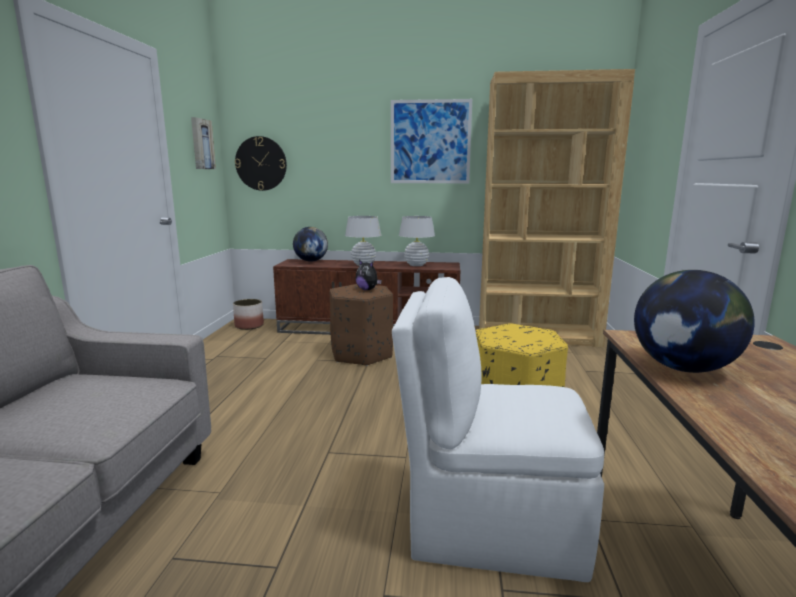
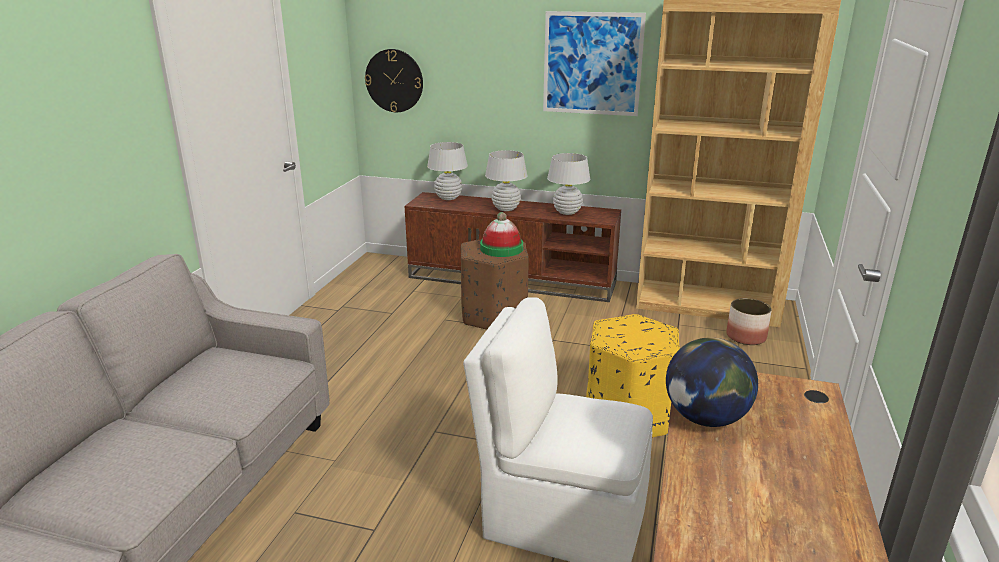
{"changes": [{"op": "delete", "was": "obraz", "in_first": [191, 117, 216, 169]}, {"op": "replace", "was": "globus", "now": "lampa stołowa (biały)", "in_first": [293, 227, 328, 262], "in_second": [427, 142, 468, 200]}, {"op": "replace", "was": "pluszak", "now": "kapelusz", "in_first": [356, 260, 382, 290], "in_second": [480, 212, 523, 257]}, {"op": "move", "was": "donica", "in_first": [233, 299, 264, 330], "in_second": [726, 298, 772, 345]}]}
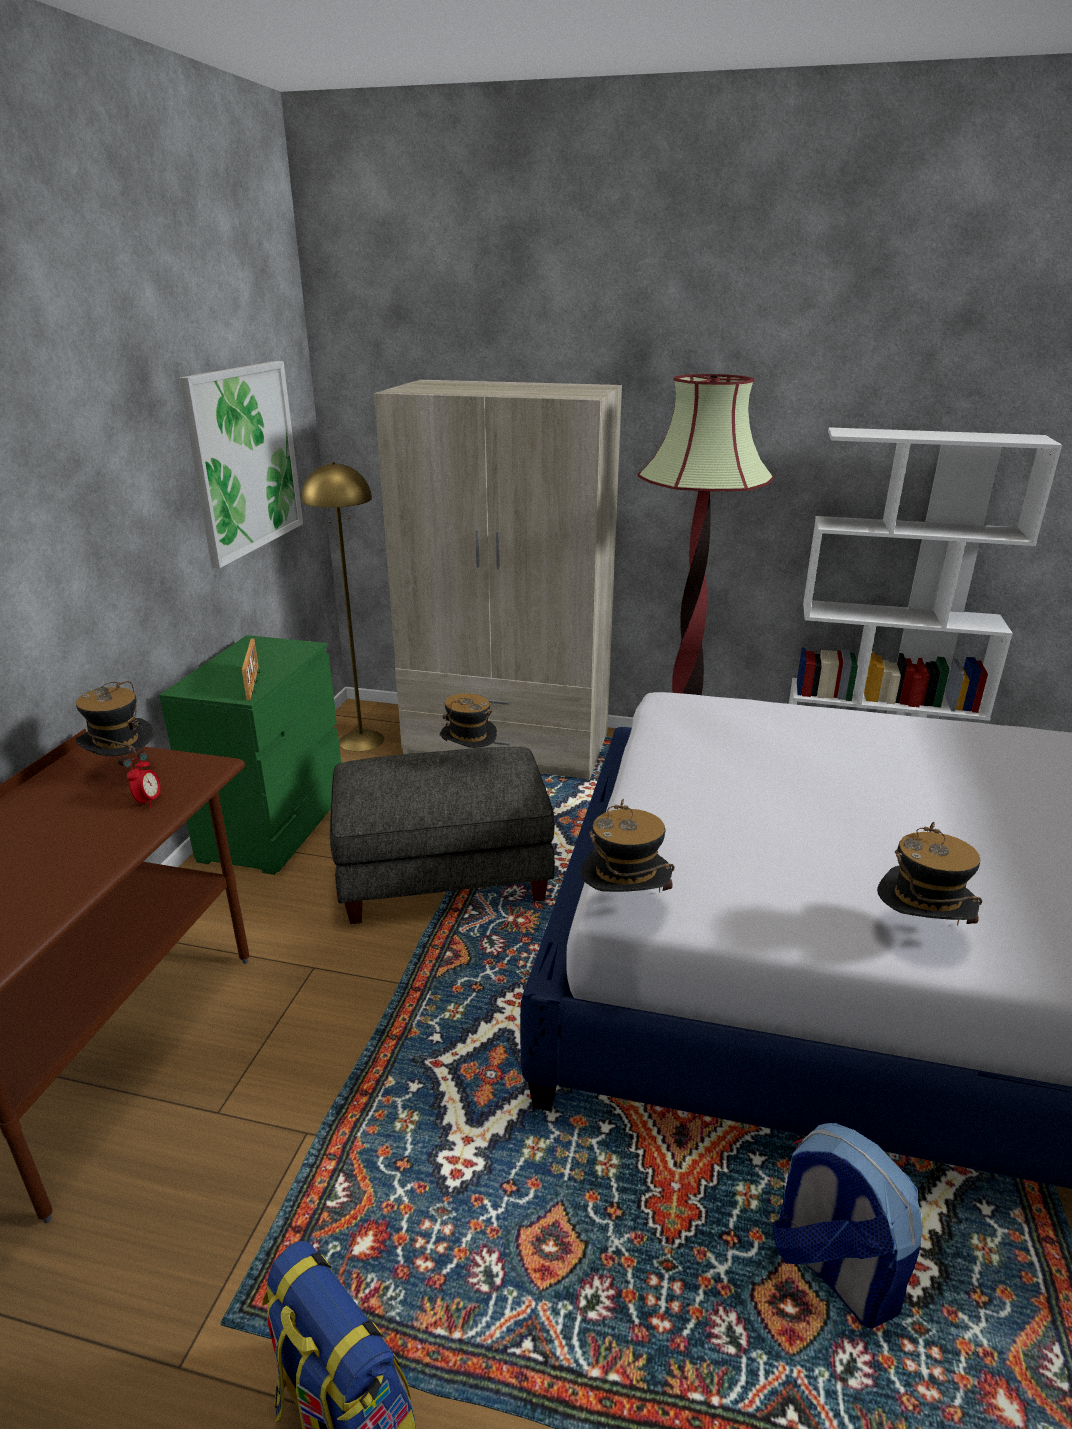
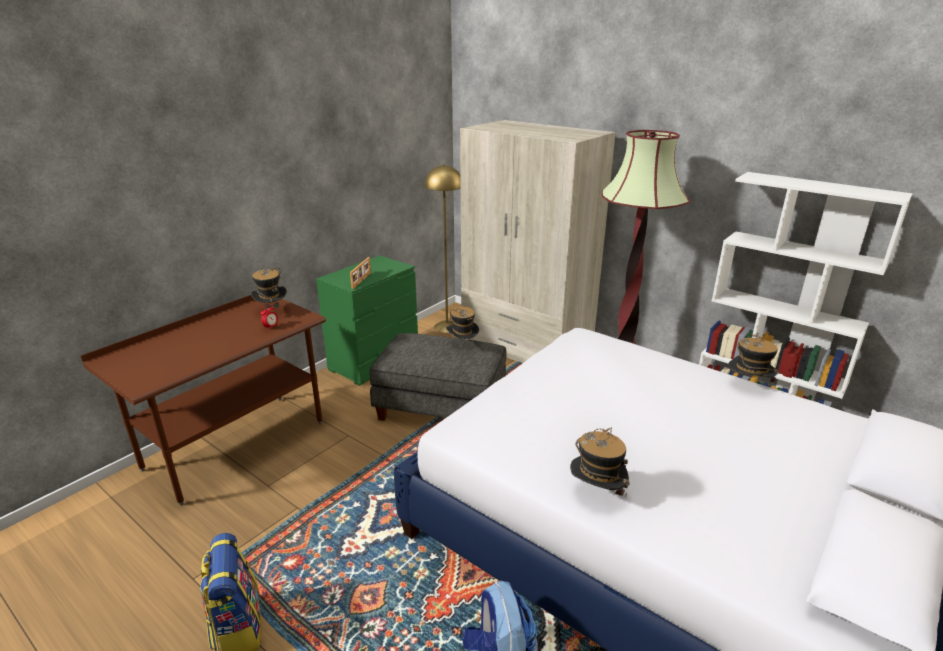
{"changes": [{"op": "delete", "was": "obraz", "in_first": [179, 361, 303, 568]}, {"op": "move", "was": "kapelusz", "in_first": [581, 799, 675, 893], "in_second": [728, 333, 779, 384]}]}
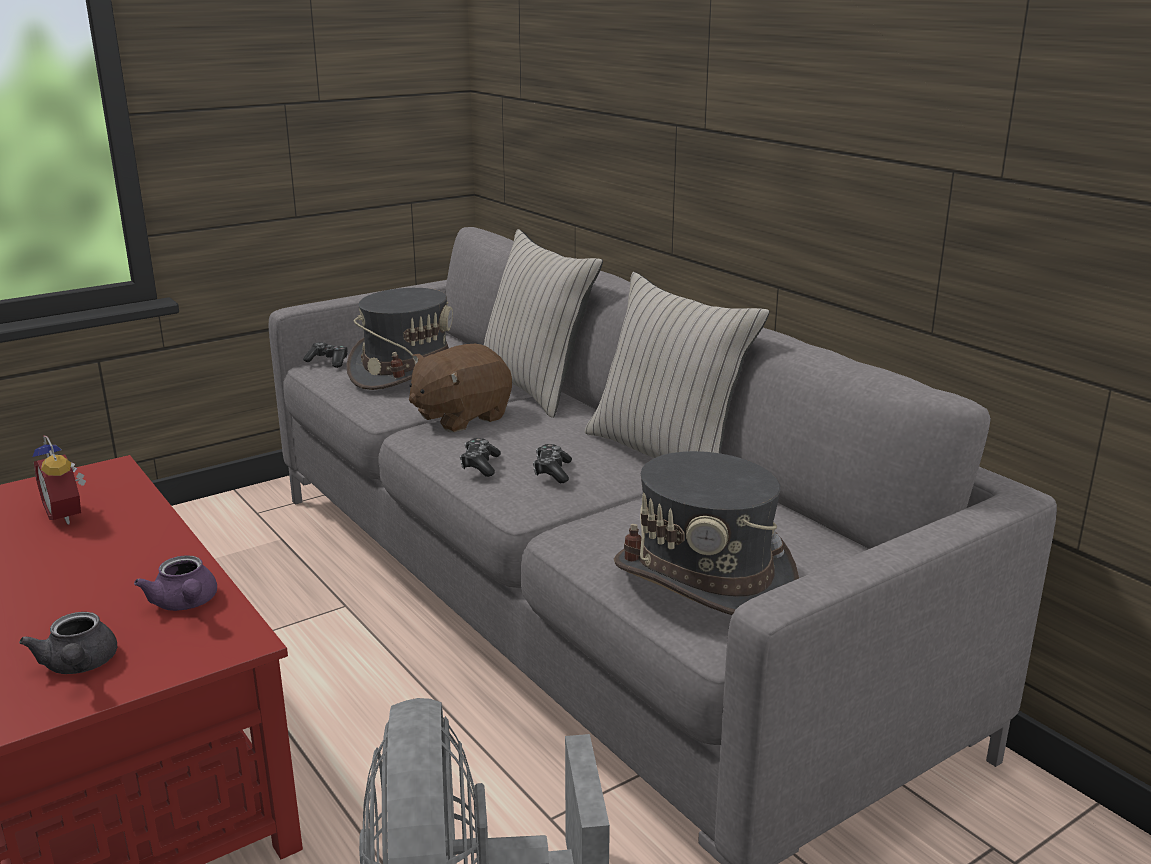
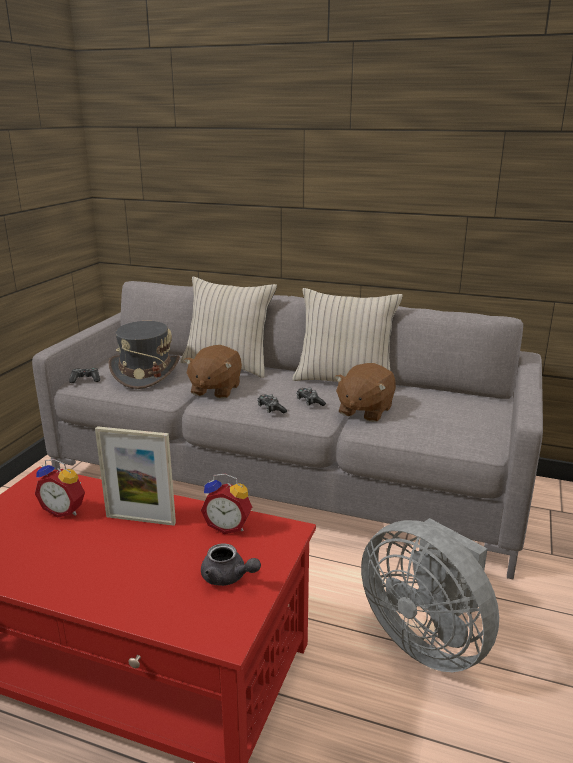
{"changes": [{"op": "delete", "was": "kapelusz (szary)", "in_first": [614, 451, 799, 615]}, {"op": "replace", "was": "imbryk (fioletowy)", "now": "budzik", "in_first": [134, 556, 217, 611], "in_second": [201, 474, 252, 534]}, {"op": "insert", "now": "pluszak (brązowy)", "in_second": [335, 363, 396, 422]}, {"op": "insert", "now": "ramka na zdjęcie", "in_second": [95, 426, 176, 526]}]}
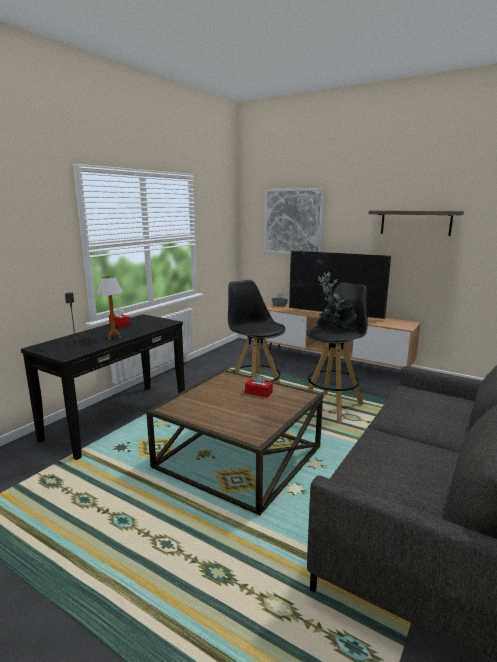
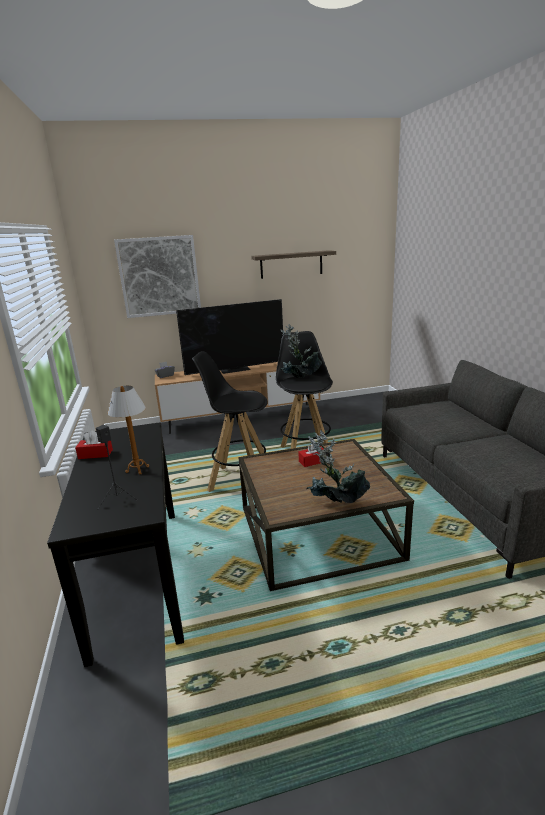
{"changes": [{"op": "insert", "now": "roślina doniczkowa", "in_second": [306, 430, 370, 503]}]}
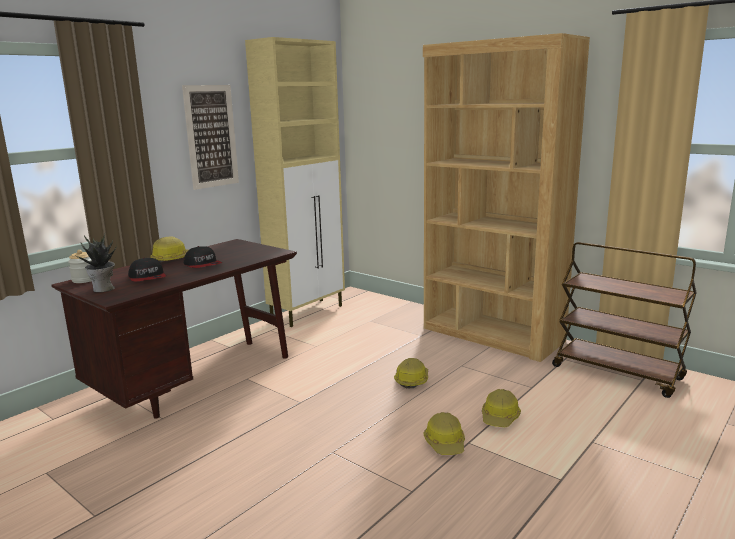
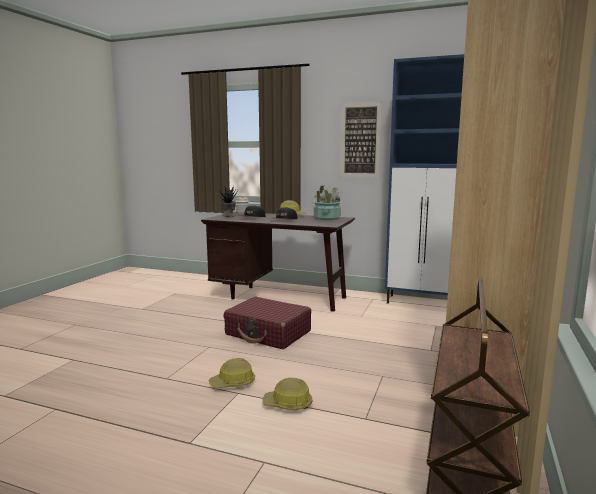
{"changes": [{"op": "recolor", "was": "szafka (beżowy)", "now": "szafka (niebieski)", "in_first": [245, 37, 345, 327], "in_second": [385, 54, 464, 304]}, {"op": "delete", "was": "kask", "in_first": [394, 358, 428, 388]}, {"op": "insert", "now": "roślina doniczkowa", "in_second": [312, 186, 342, 220]}, {"op": "insert", "now": "walizka (czerwony)", "in_second": [224, 297, 311, 349]}]}
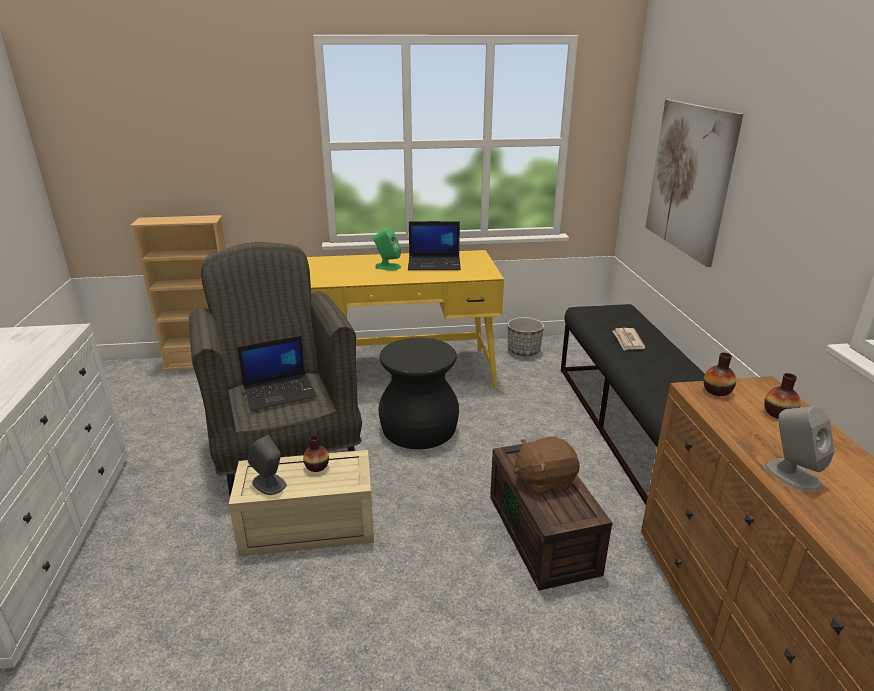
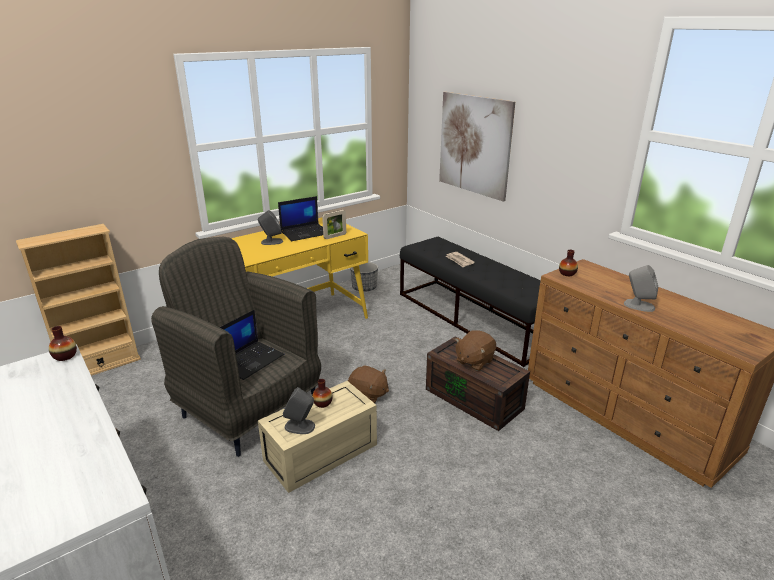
{"changes": [{"op": "recolor", "was": "głośnik (zielony)", "now": "głośnik (szary)", "in_first": [373, 228, 401, 270], "in_second": [258, 210, 283, 245]}, {"op": "delete", "was": "stołek (czarny)", "in_first": [379, 337, 459, 449]}, {"op": "move", "was": "wazon", "in_first": [764, 373, 801, 419], "in_second": [49, 326, 77, 361]}, {"op": "insert", "now": "ramka na zdjęcie", "in_second": [322, 210, 346, 239]}, {"op": "insert", "now": "pluszak (brązowy)", "in_second": [348, 365, 389, 403]}]}
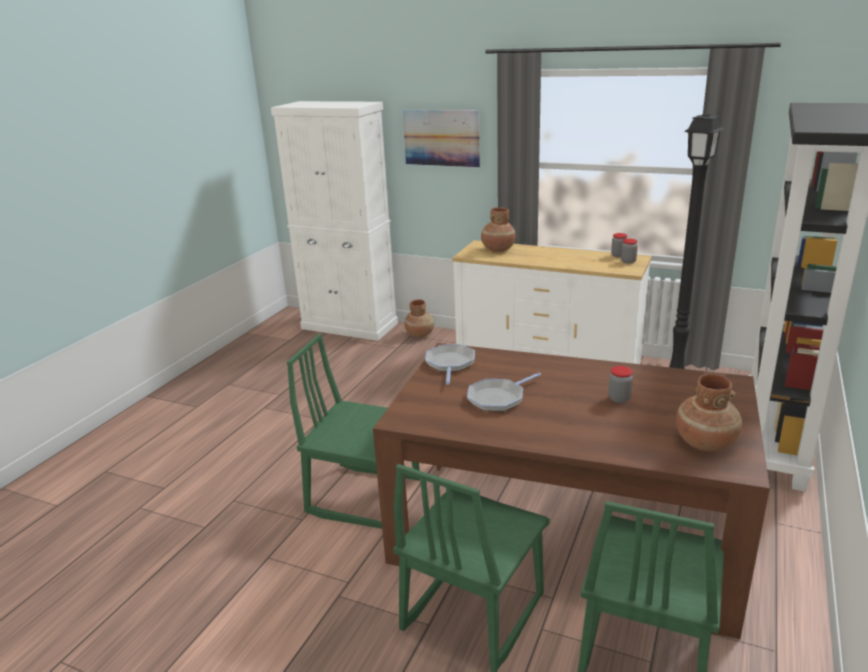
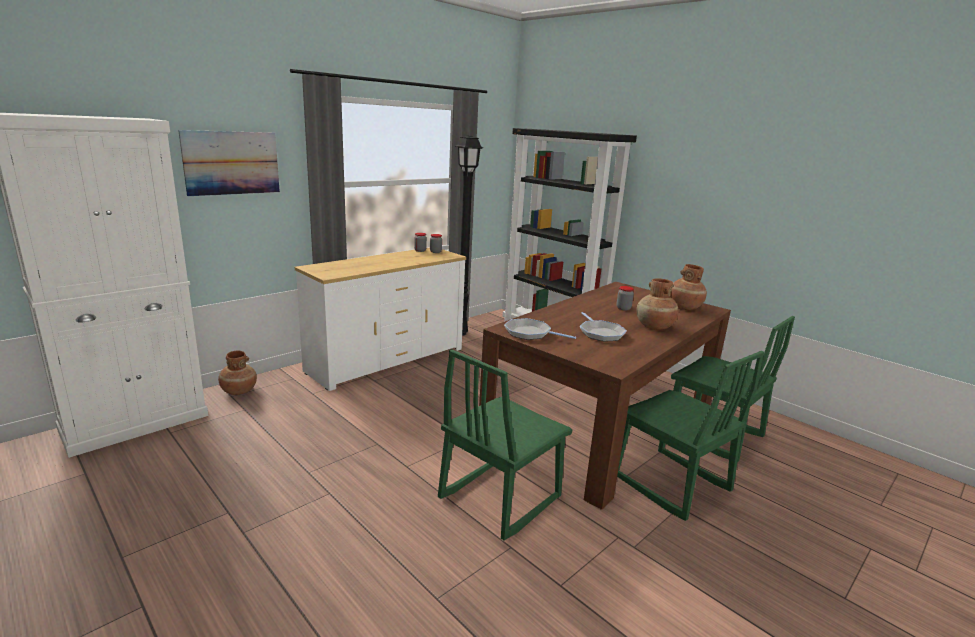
{"changes": [{"op": "move", "was": "wazon (brązowy)", "in_first": [481, 207, 516, 252], "in_second": [636, 278, 679, 330]}]}
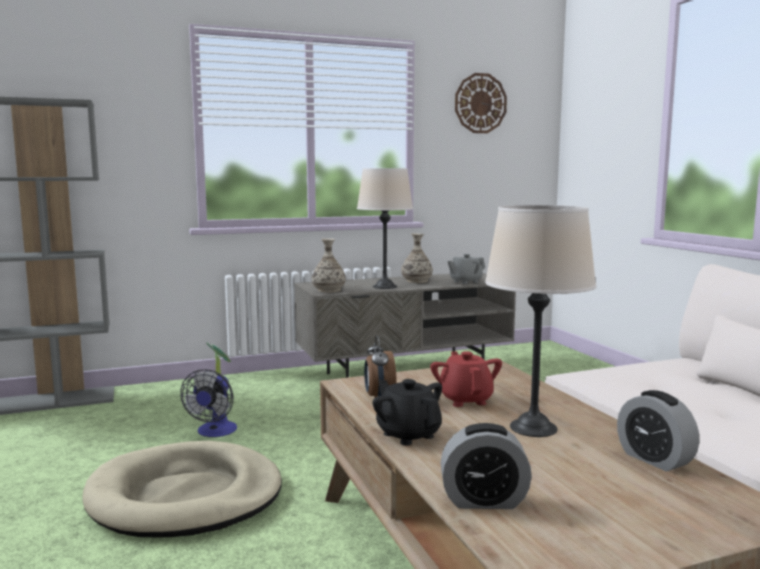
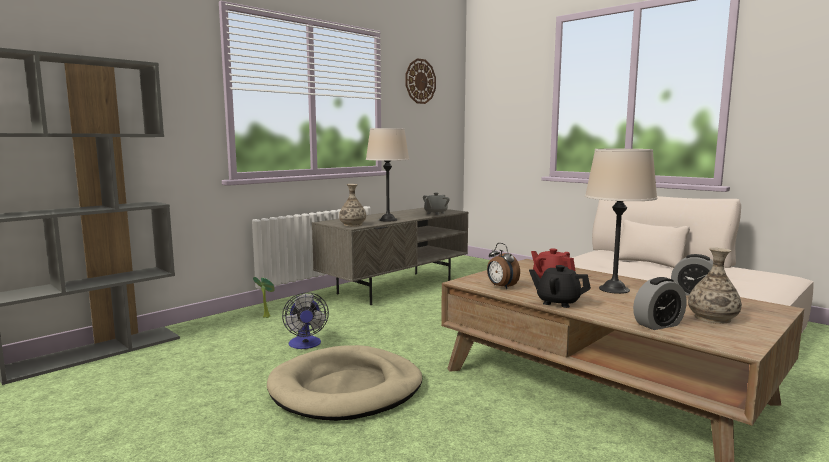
{"changes": [{"op": "move", "was": "wazon", "in_first": [401, 233, 433, 283], "in_second": [688, 247, 742, 324]}]}
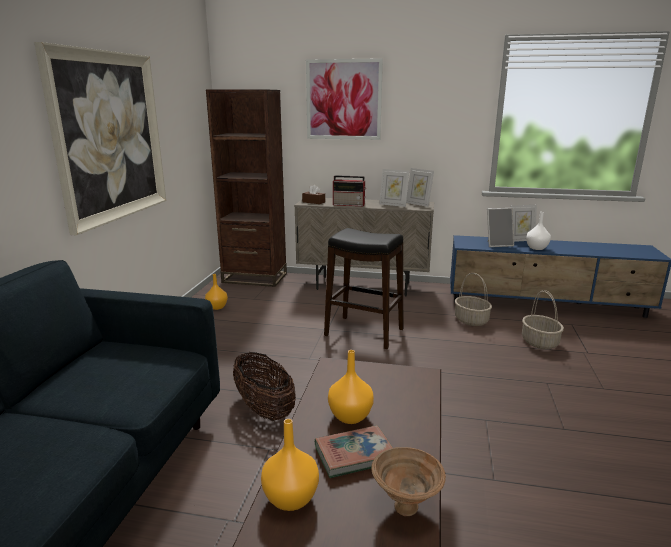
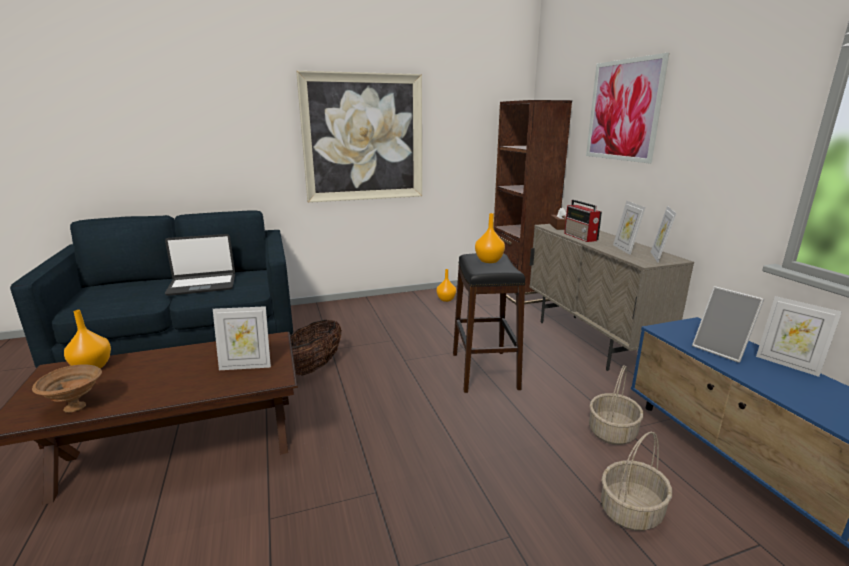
{"changes": [{"op": "delete", "was": "wazon (biały)", "in_first": [526, 212, 551, 250]}, {"op": "move", "was": "wazon (pomarańczowy)", "in_first": [328, 350, 374, 424], "in_second": [475, 213, 505, 263]}, {"op": "delete", "was": "książka", "in_first": [315, 425, 393, 478]}, {"op": "insert", "now": "laptop", "in_second": [165, 234, 235, 296]}, {"op": "insert", "now": "ramka na zdjęcie", "in_second": [213, 306, 271, 370]}]}
